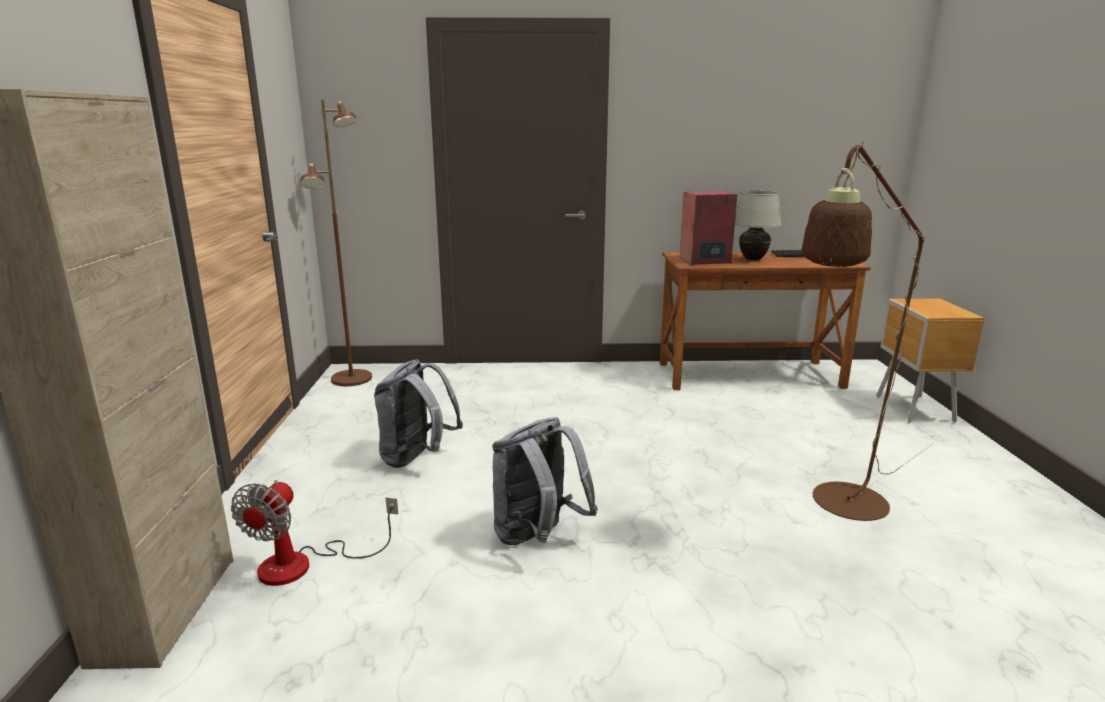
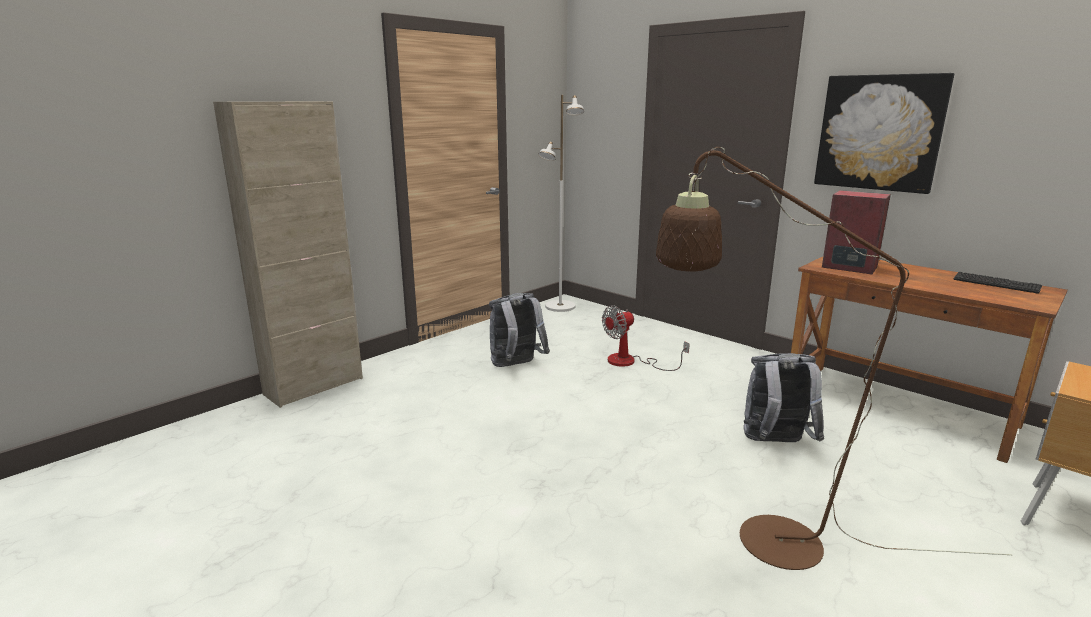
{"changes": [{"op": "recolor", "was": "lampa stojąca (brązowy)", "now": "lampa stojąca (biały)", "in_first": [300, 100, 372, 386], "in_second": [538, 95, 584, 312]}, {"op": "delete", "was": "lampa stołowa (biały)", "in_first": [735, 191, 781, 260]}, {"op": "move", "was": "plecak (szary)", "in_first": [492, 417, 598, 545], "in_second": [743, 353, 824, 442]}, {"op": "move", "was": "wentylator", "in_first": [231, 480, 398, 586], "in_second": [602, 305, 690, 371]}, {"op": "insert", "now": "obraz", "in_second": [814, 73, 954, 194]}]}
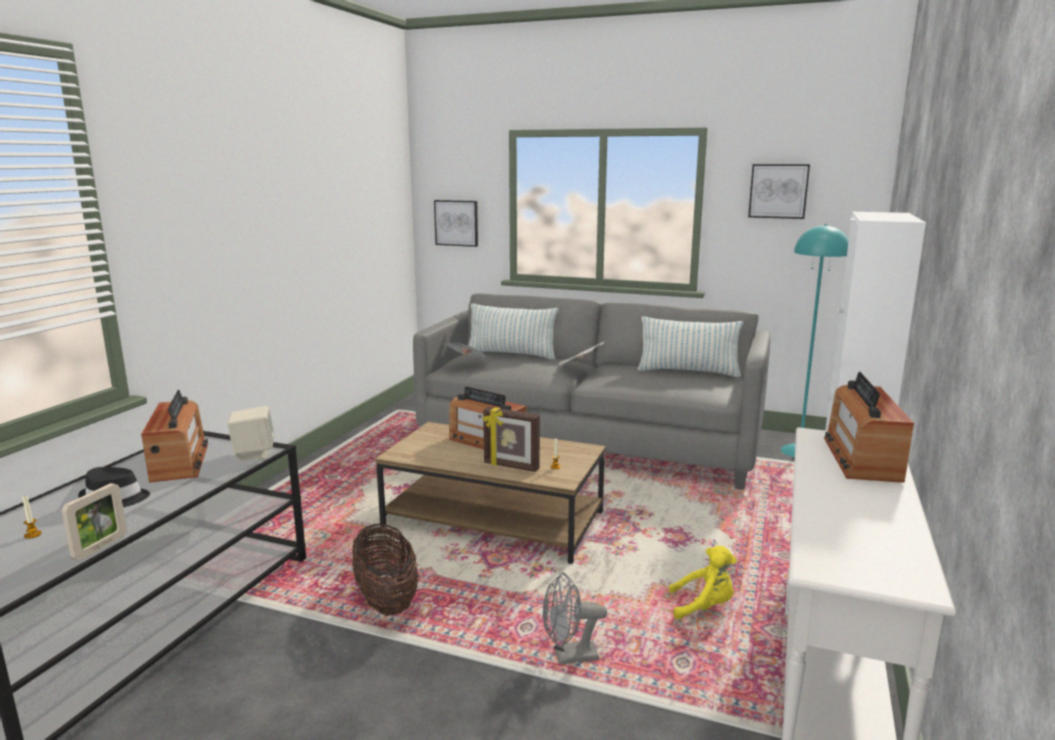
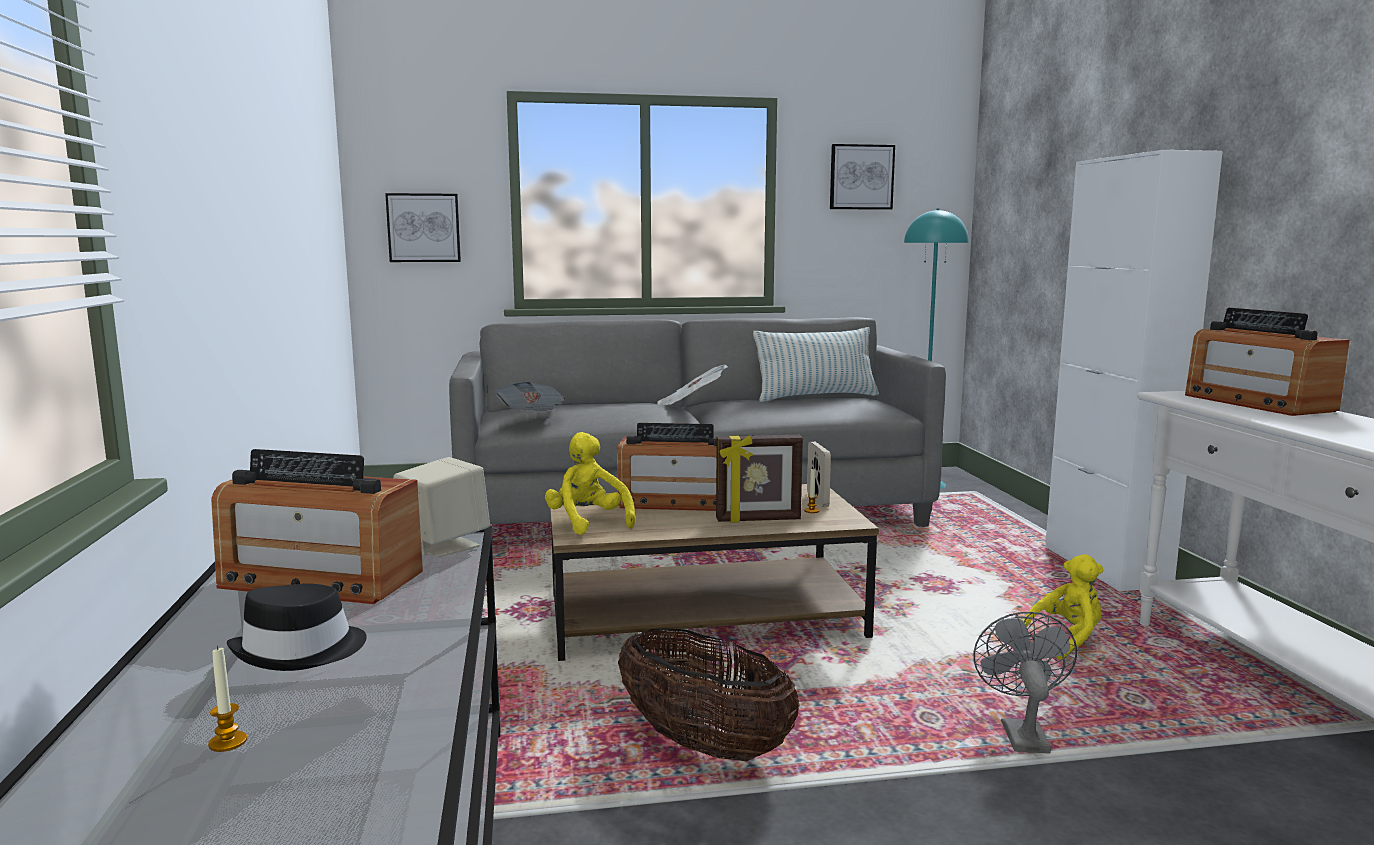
{"changes": [{"op": "delete", "was": "poduszka", "in_first": [468, 303, 558, 359]}, {"op": "rotate", "was": "radio", "in_first": [141, 390, 208, 483], "in_second": [211, 449, 423, 604], "clockwise": 150}, {"op": "move", "was": "ramka na zdjęcie", "in_first": [62, 483, 127, 560], "in_second": [807, 442, 831, 507]}, {"op": "rotate", "was": "wentylator (szary)", "in_first": [543, 573, 607, 664], "in_second": [973, 612, 1077, 754], "clockwise": 135}, {"op": "insert", "now": "pluszak (żółty)", "in_second": [545, 432, 635, 535]}]}
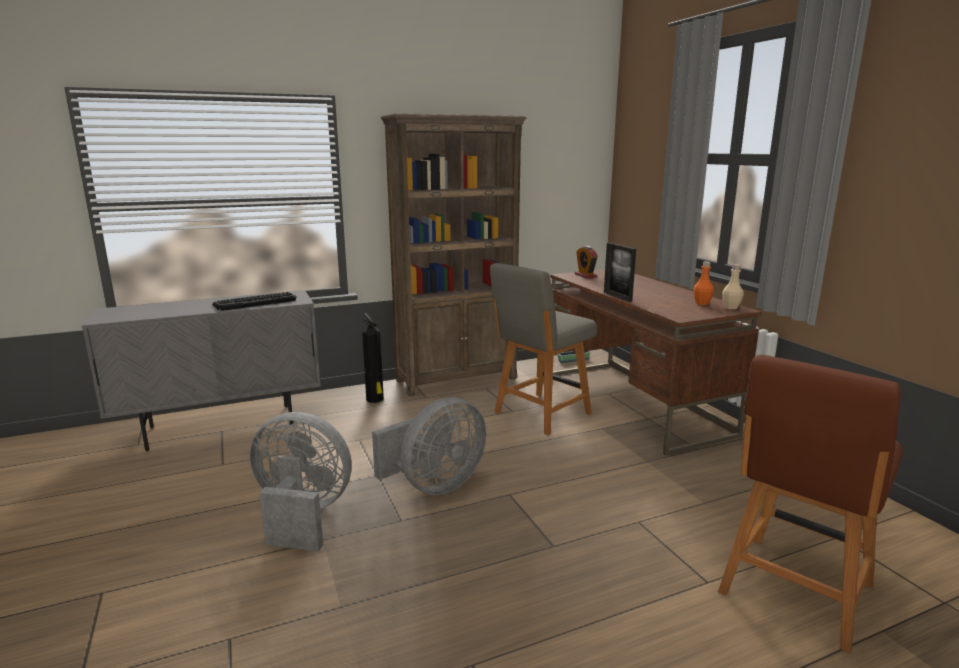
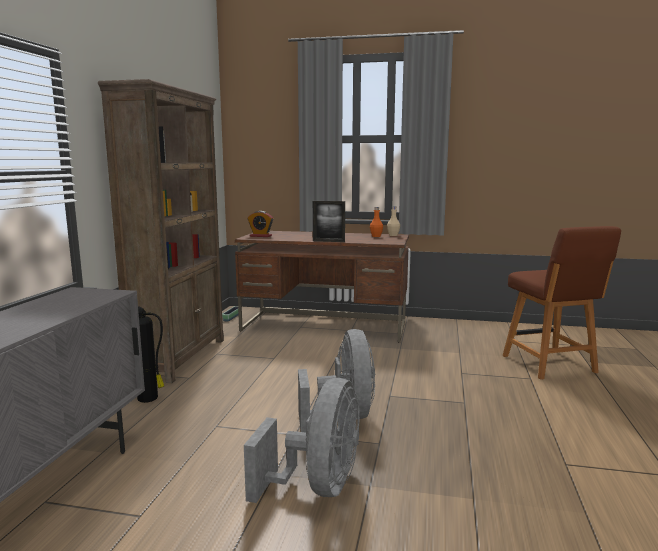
{"changes": [{"op": "delete", "was": "krzesło (szary)", "in_first": [490, 263, 597, 435]}, {"op": "delete", "was": "klawiatura", "in_first": [212, 292, 297, 311]}, {"op": "rotate", "was": "wentylator (szary)", "in_first": [250, 412, 352, 552], "in_second": [244, 378, 360, 503], "clockwise": 150}]}
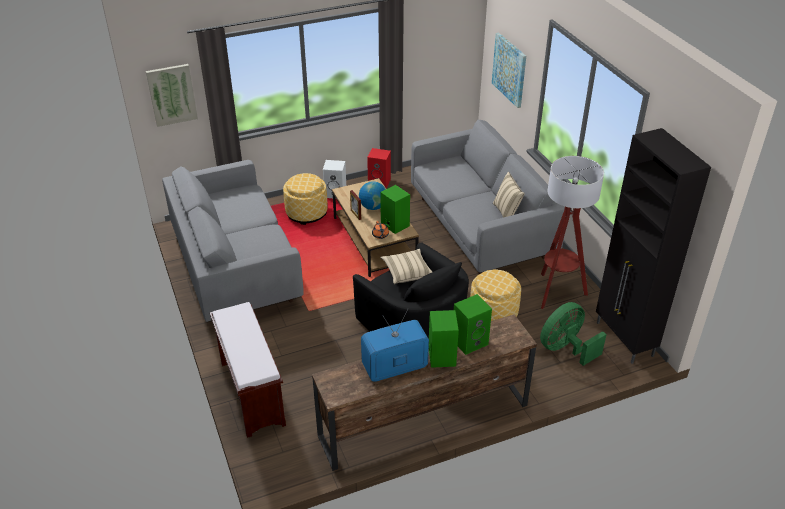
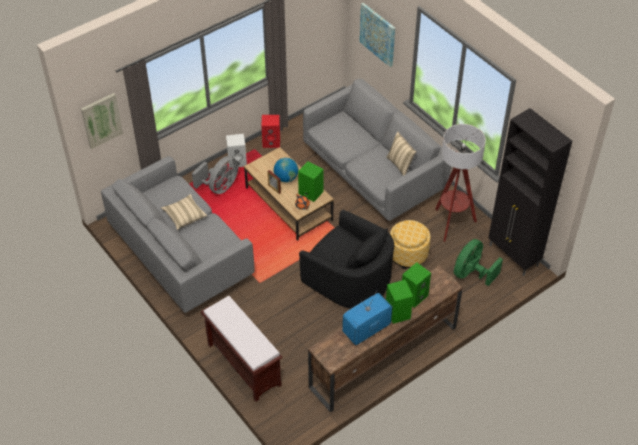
{"changes": [{"op": "replace", "was": "pufa", "now": "wentylator (szary)", "in_first": [283, 173, 328, 225], "in_second": [192, 156, 238, 194]}, {"op": "move", "was": "poduszka (beżowy)", "in_first": [380, 249, 432, 284], "in_second": [161, 194, 207, 230]}]}
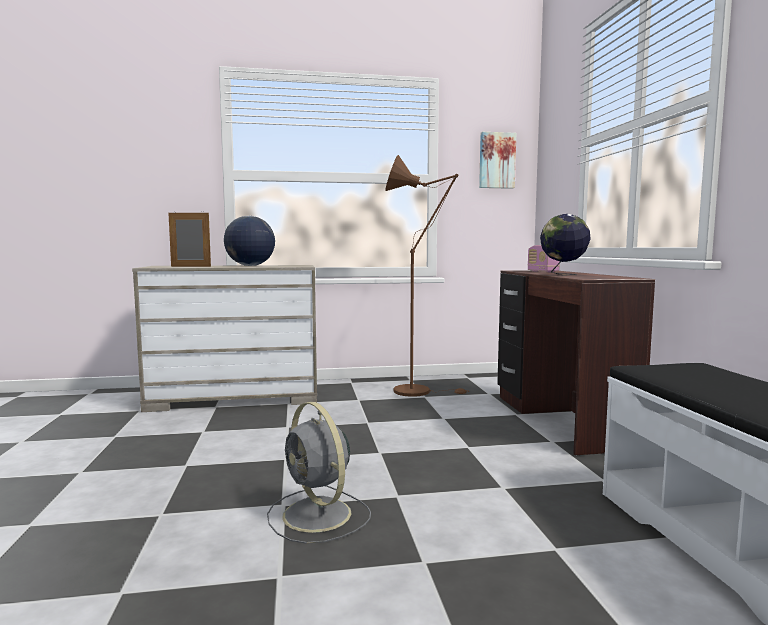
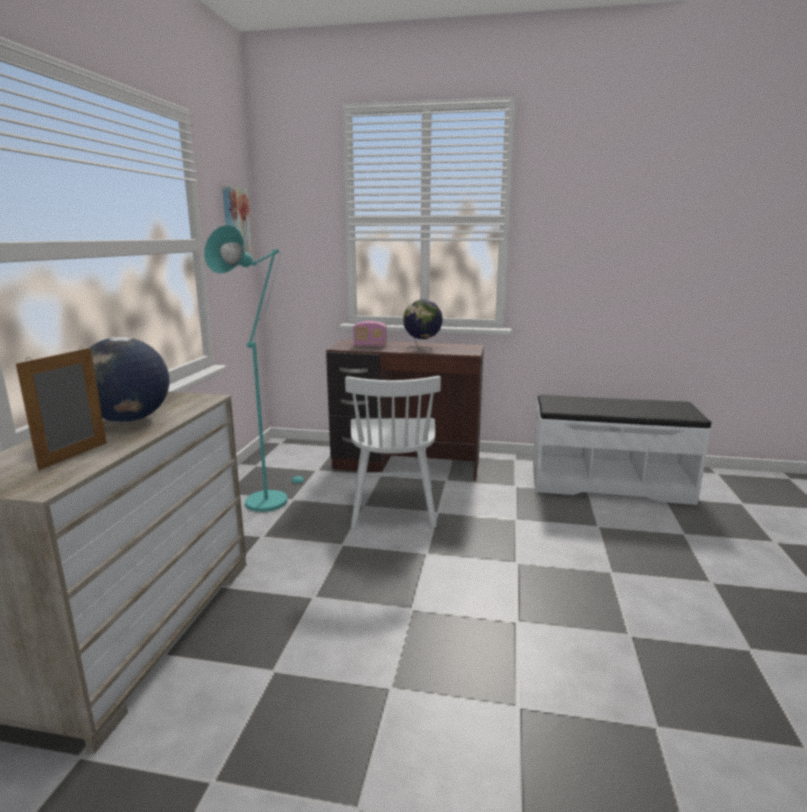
{"changes": [{"op": "recolor", "was": "lampa stojąca (brązowy)", "now": "lampa stojąca (turkusowy)", "in_first": [385, 155, 469, 397], "in_second": [205, 225, 304, 512]}, {"op": "delete", "was": "wentylator (szary)", "in_first": [267, 402, 371, 544]}, {"op": "insert", "now": "krzesło (biały)", "in_second": [345, 376, 441, 528]}]}
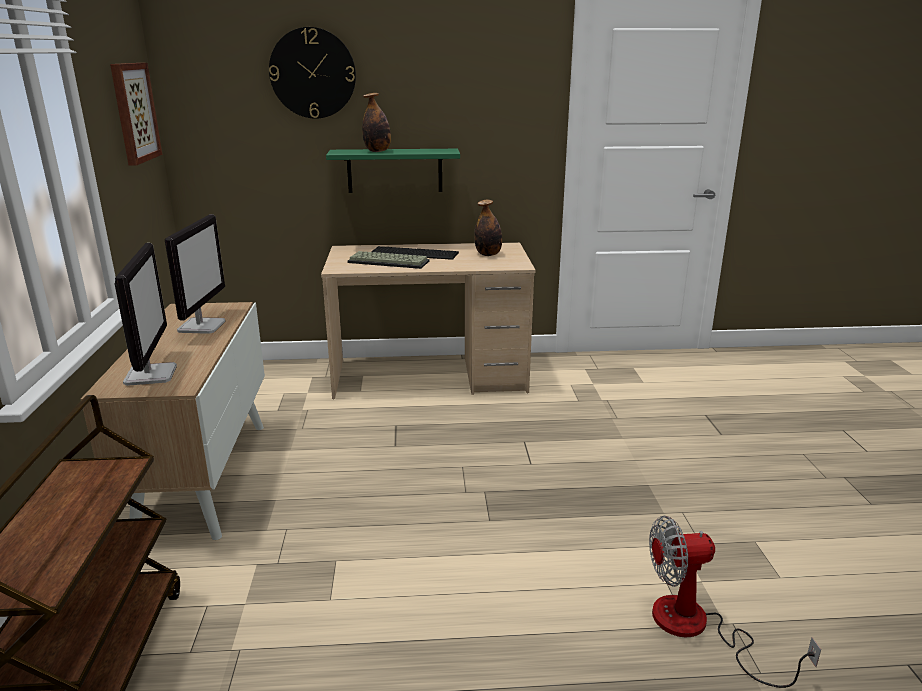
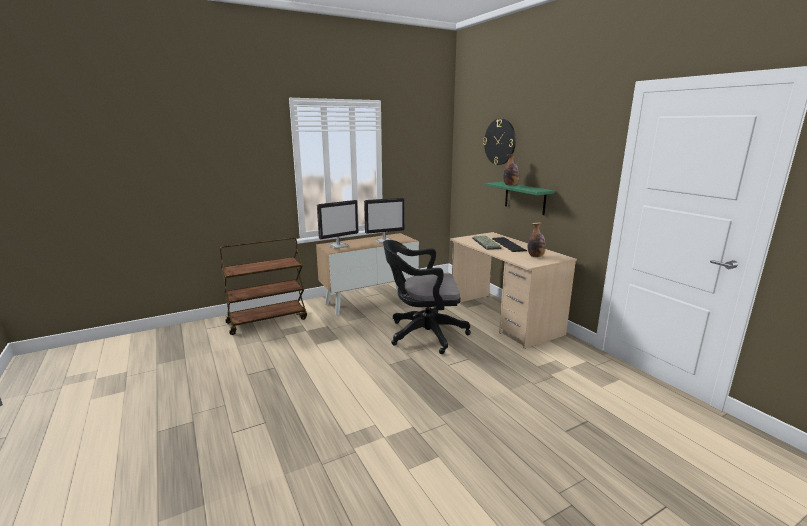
{"changes": [{"op": "delete", "was": "obraz", "in_first": [110, 63, 162, 166]}, {"op": "delete", "was": "wentylator", "in_first": [649, 516, 821, 688]}, {"op": "insert", "now": "krzesło biurowe (czarny)", "in_second": [383, 240, 471, 354]}]}
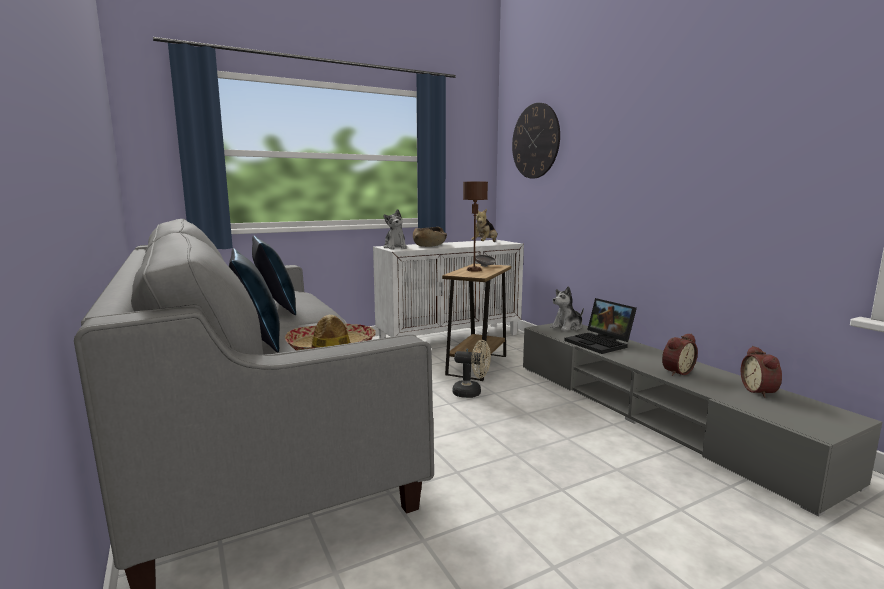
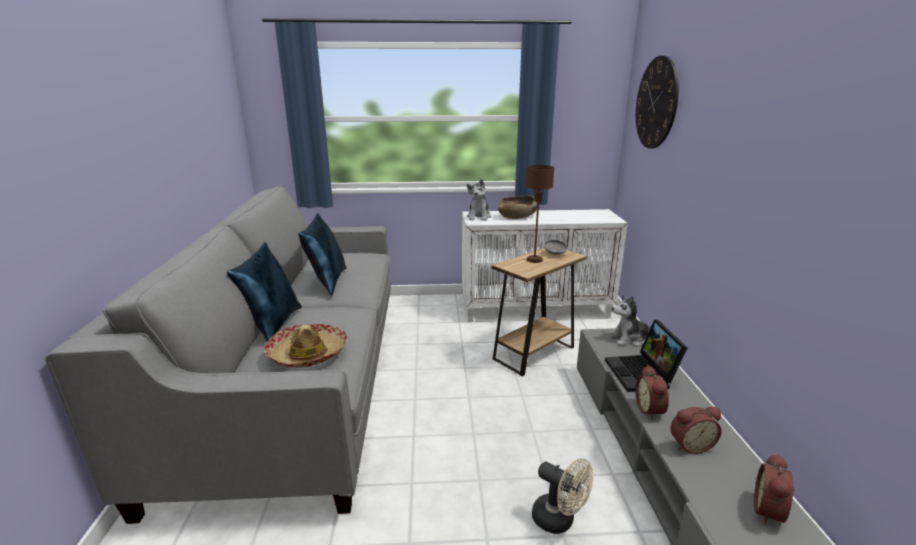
{"changes": [{"op": "delete", "was": "pluszak", "in_first": [471, 209, 497, 242]}, {"op": "move", "was": "wentylator (beżowy)", "in_first": [452, 340, 491, 398], "in_second": [532, 458, 593, 534]}, {"op": "insert", "now": "budzik", "in_second": [635, 365, 669, 420]}]}
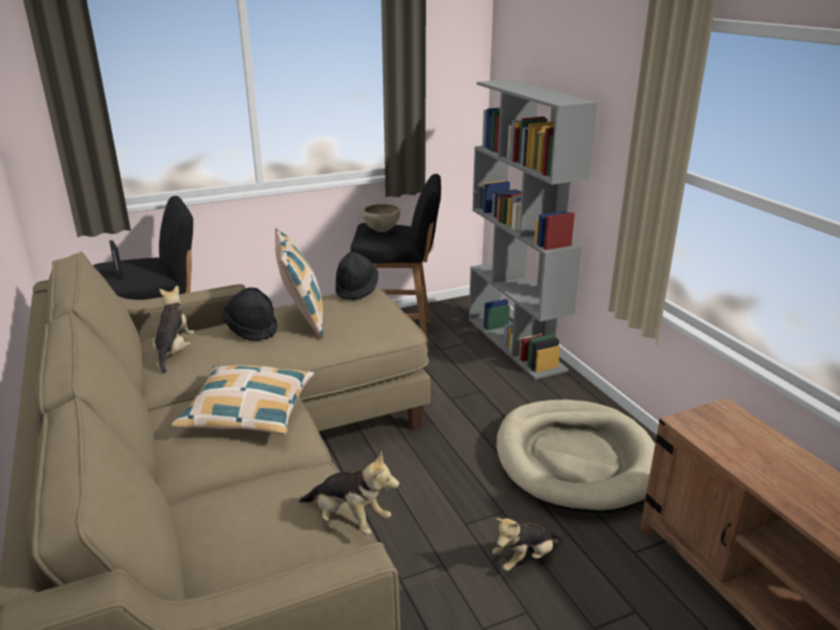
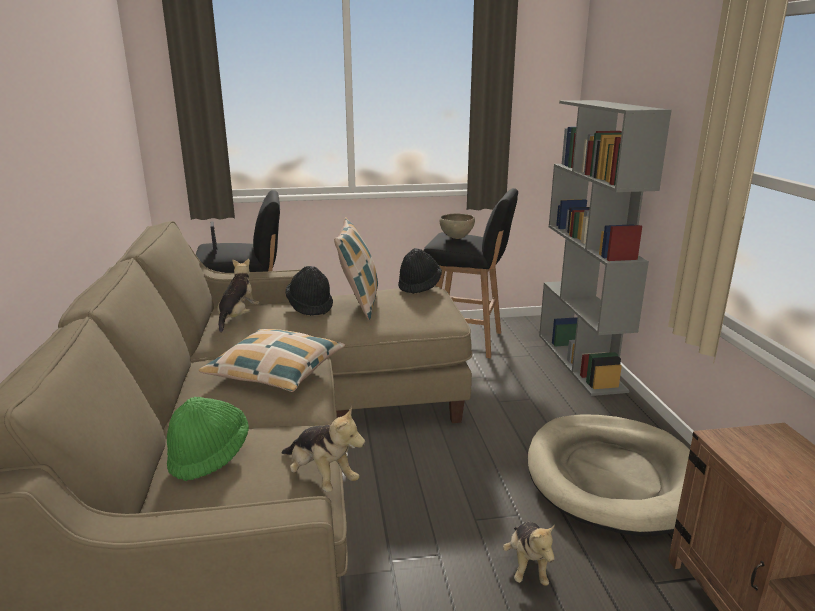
{"changes": [{"op": "rotate", "was": "pluszak", "in_first": [492, 518, 561, 571], "in_second": [503, 522, 555, 586], "clockwise": -75}, {"op": "insert", "now": "kapelusz (zielony)", "in_second": [167, 397, 249, 481]}]}
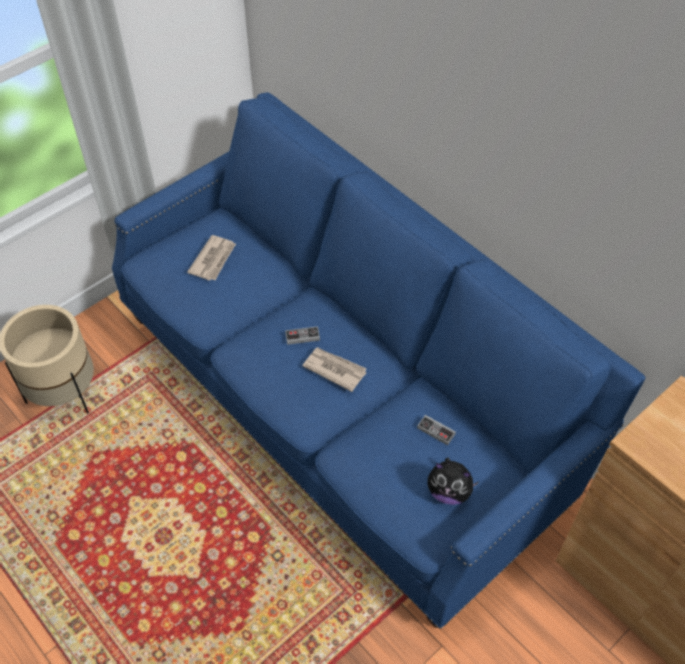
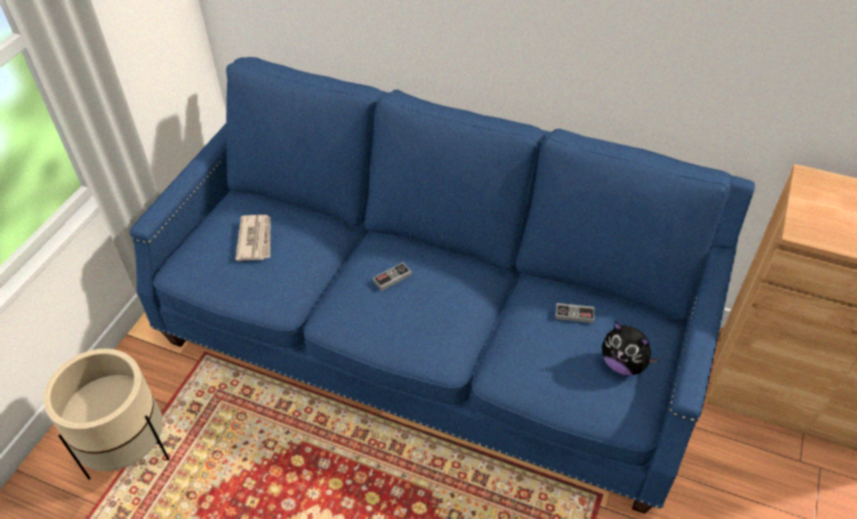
{"changes": [{"op": "delete", "was": "gazeta", "in_first": [302, 347, 366, 392]}, {"op": "rotate", "was": "pluszak", "in_first": [428, 458, 479, 505], "in_second": [602, 321, 659, 376], "clockwise": 45}]}
